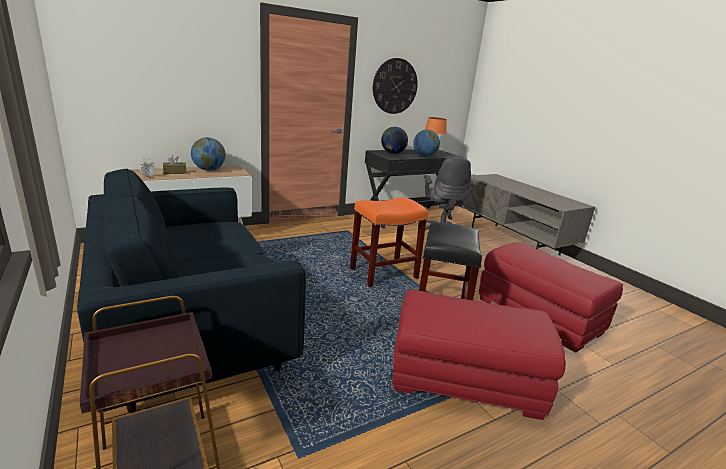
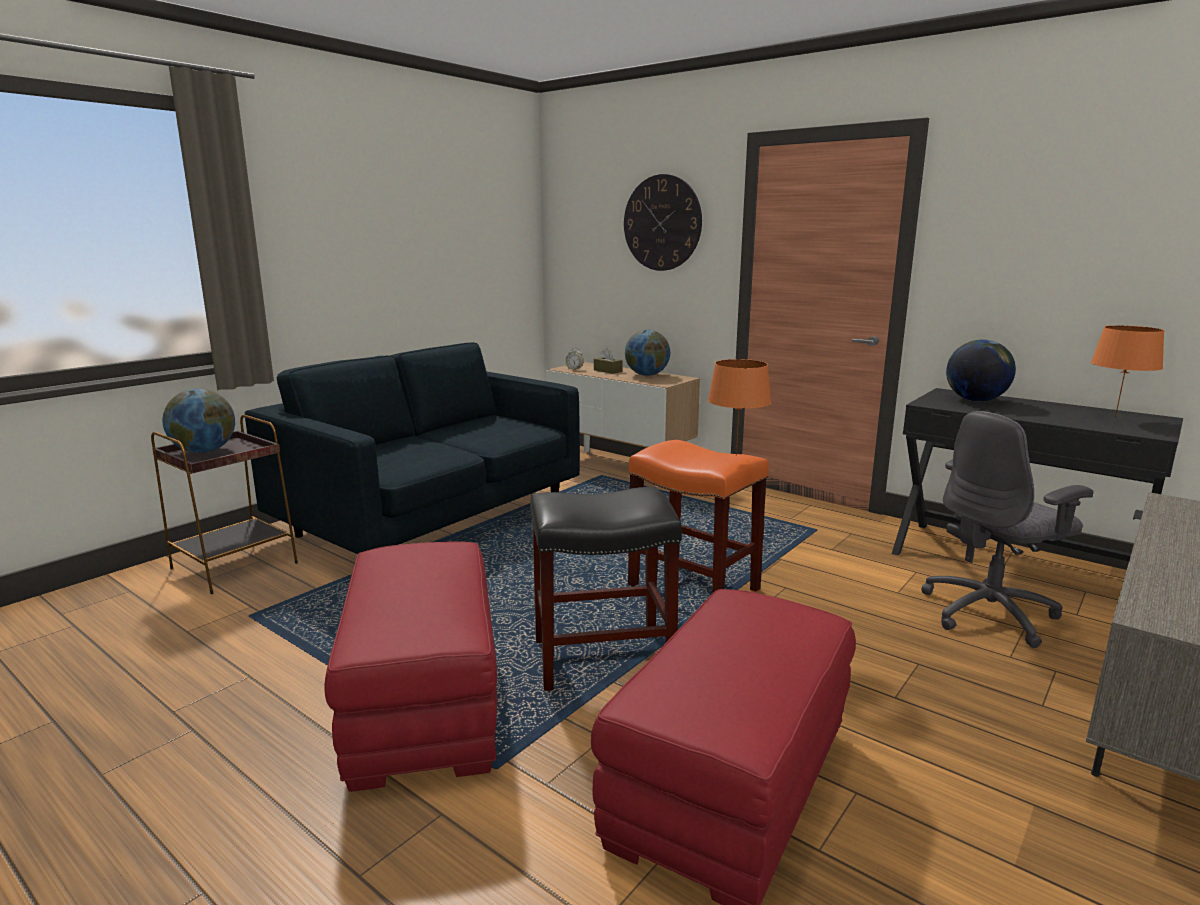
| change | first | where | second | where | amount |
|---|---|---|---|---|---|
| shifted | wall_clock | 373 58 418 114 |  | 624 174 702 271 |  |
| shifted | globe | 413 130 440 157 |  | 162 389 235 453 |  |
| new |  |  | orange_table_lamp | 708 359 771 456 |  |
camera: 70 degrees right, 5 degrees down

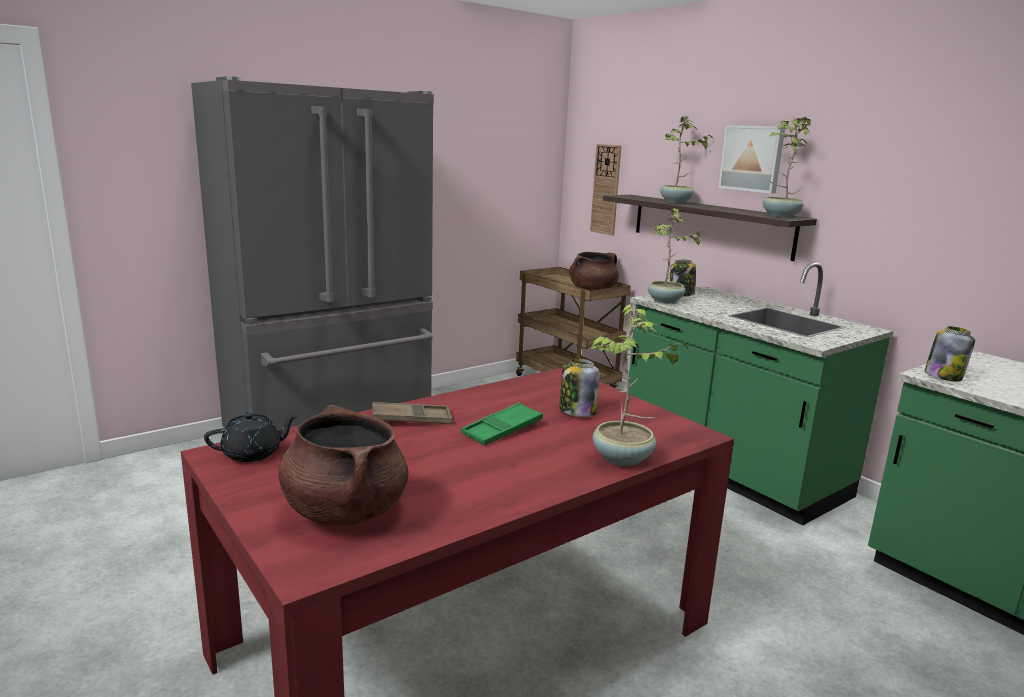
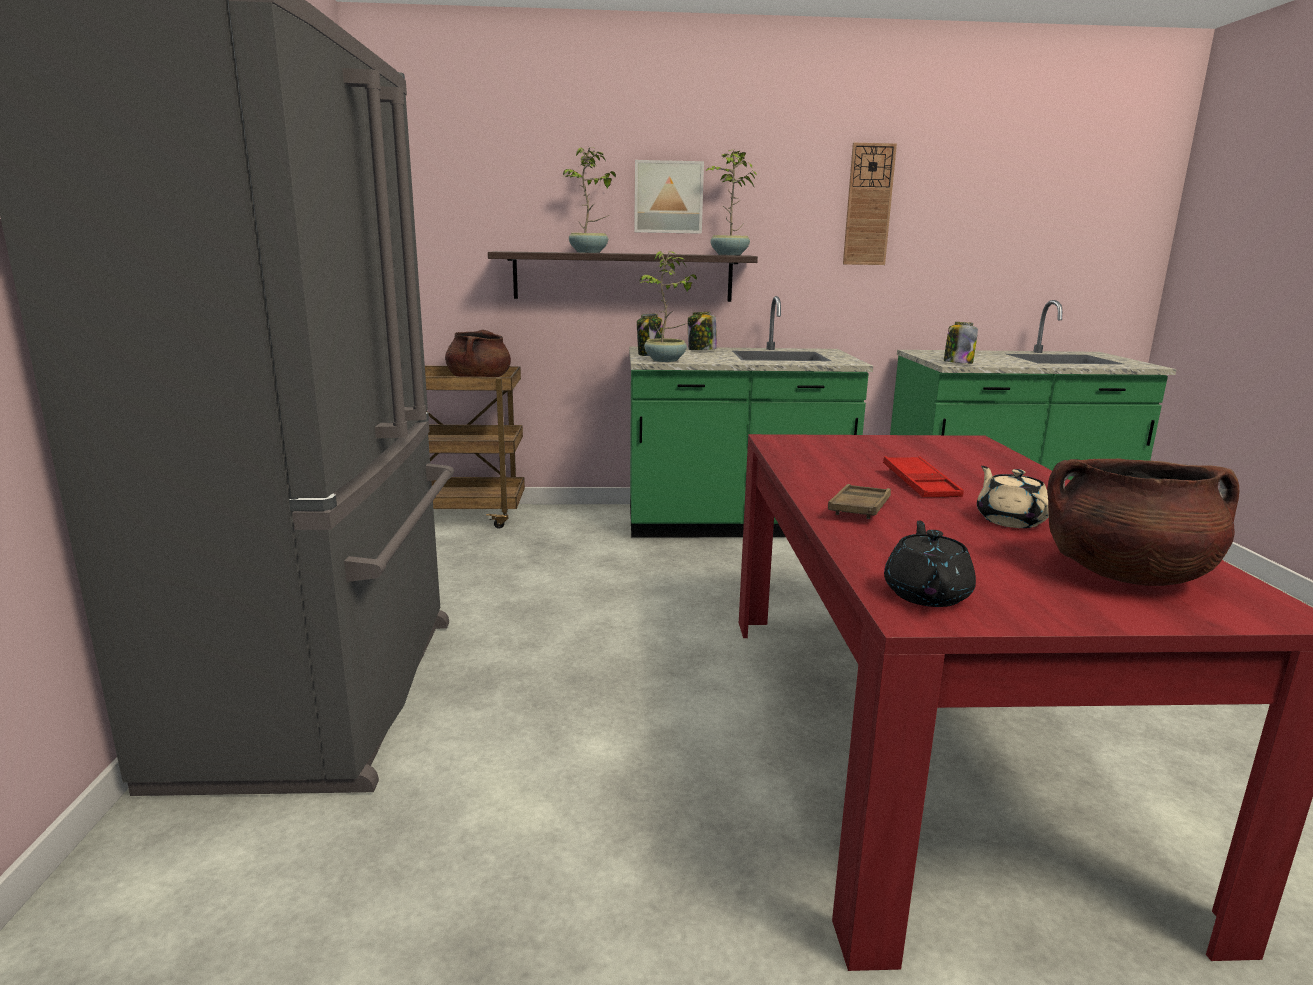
| change | first | where | second | where | amount |
|---|---|---|---|---|---|
| shifted | wall_clock | 590 144 621 236 |  | 843 143 897 265 |  |
| gone | potted_plant | 590 305 688 466 |  |  |  |
| shifted | jar | 559 359 599 417 |  | 688 312 717 350 |  |
| repainted | green_tray | 461 402 543 445 | red_tray | 883 456 964 497 |  |
| new |  |  | beige_teapot | 977 466 1049 528 |  |
camera: 55 degrees left, 0 degrees up

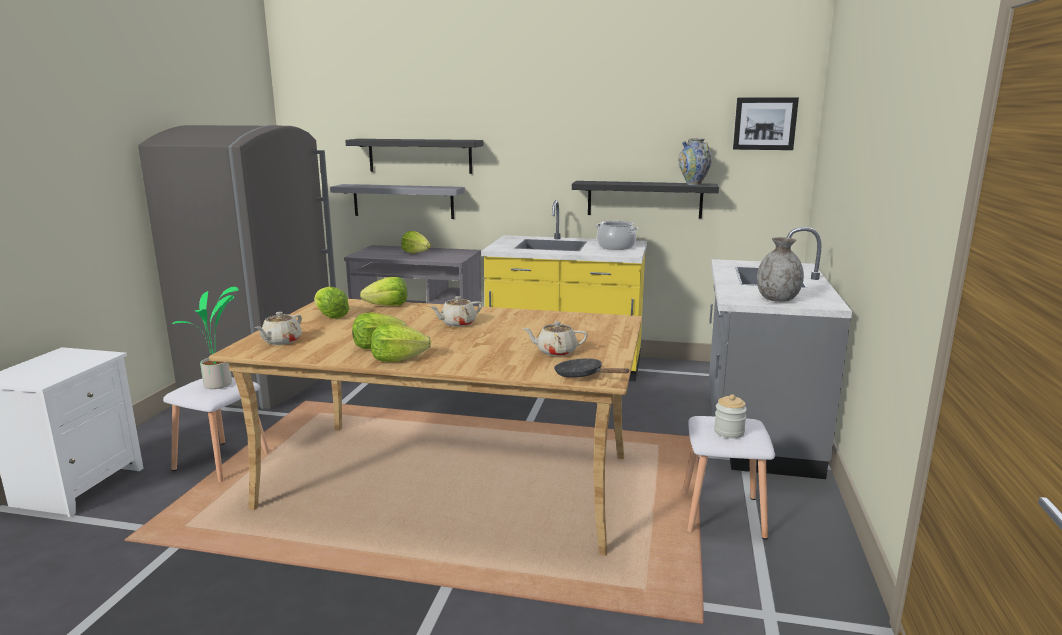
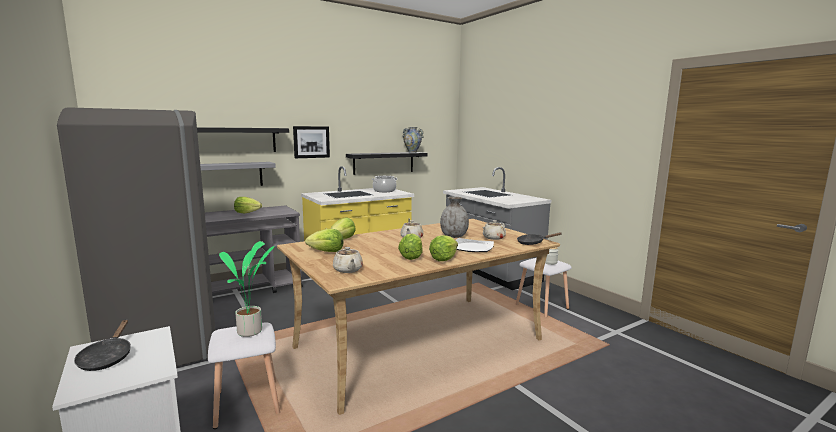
| change | first | where | second | where | amount |
|---|---|---|---|---|---|
| shifted | picture | 733 97 799 150 |  | 293 126 330 158 |  |
| shifted | grey_vase | 757 237 804 302 |  | 440 197 469 238 |  |
| new |  |  | plate | 456 238 494 252 |  |
| new |  |  | black_frying_pan | 74 319 131 371 |  |
camera: 45 degrees left, 5 degrees down

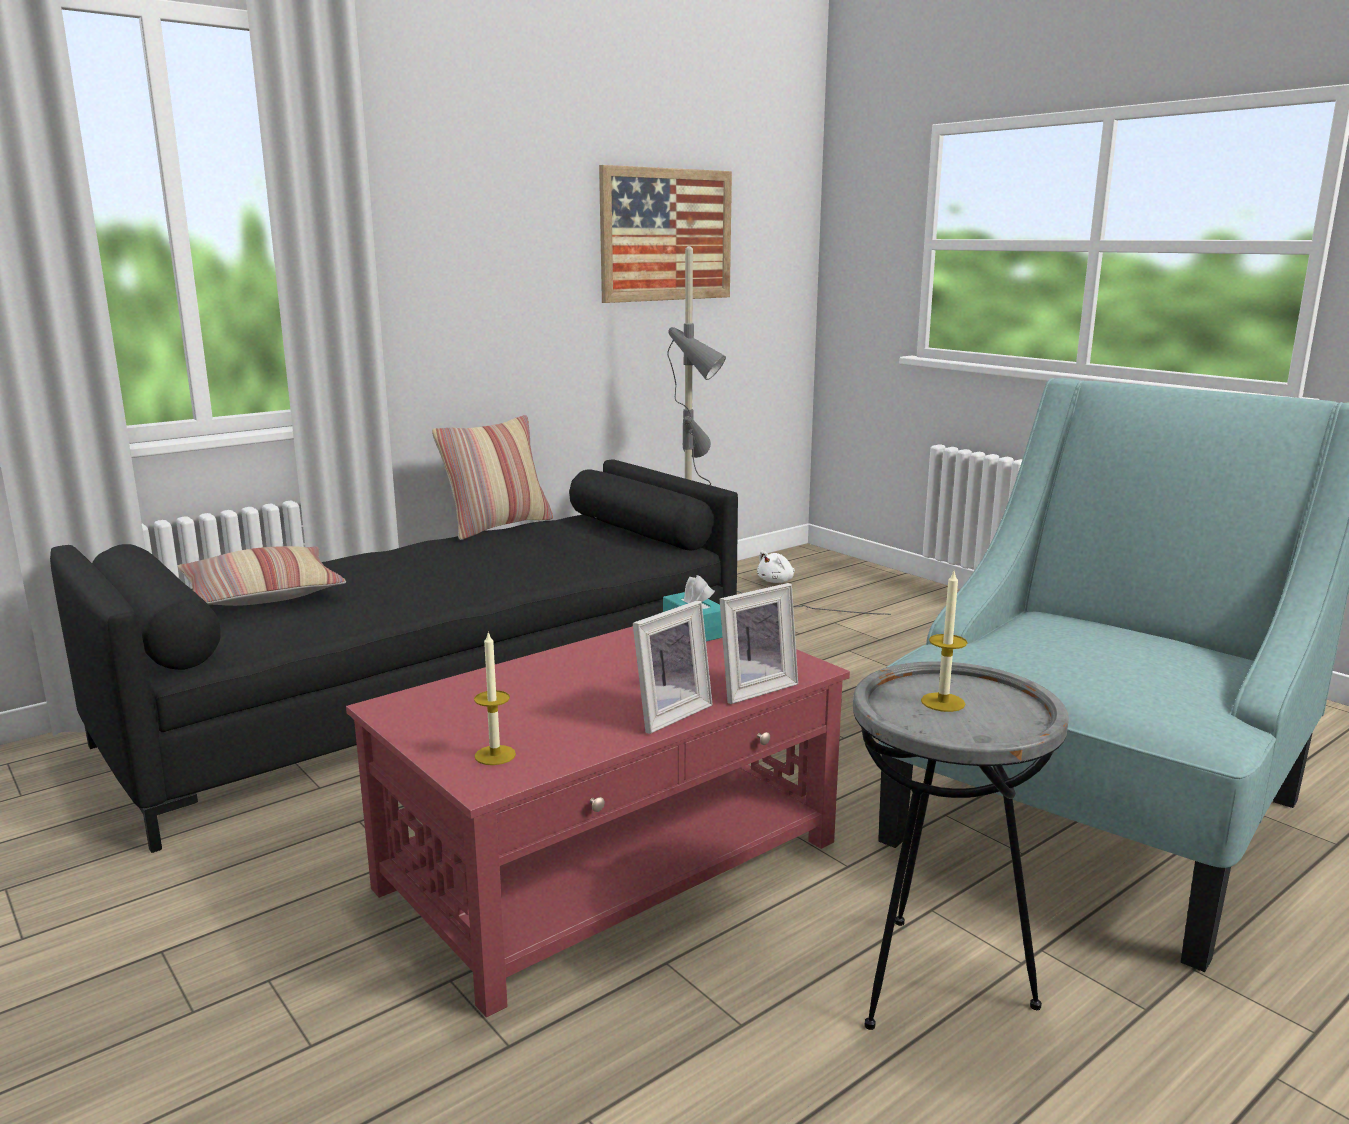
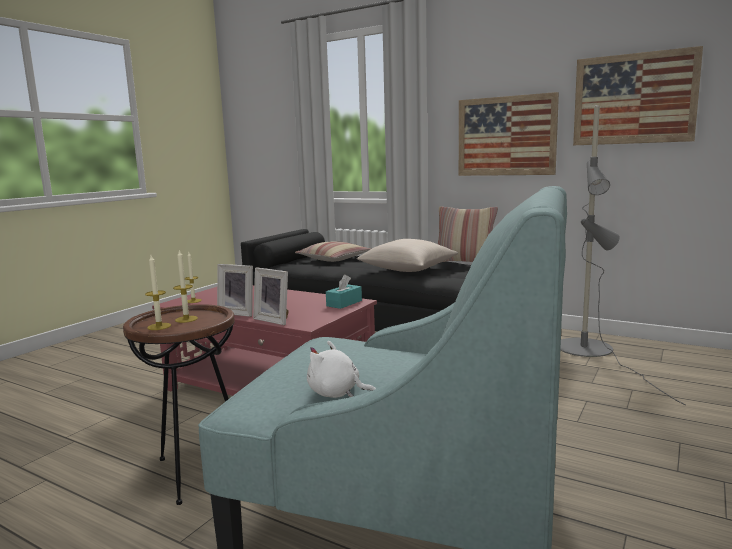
| change | first | where | second | where | amount |
|---|---|---|---|---|---|
| shifted | white_plush_toy | 757 551 795 583 |  | 307 341 376 398 |  |
| repainted | grey_side_table | 853 661 1069 1030 | brown_side_table | 123 304 235 505 |  |
| new |  |  | picture | 459 92 559 176 |  |
| new |  |  | beige_pillow | 356 239 458 272 |  |
| new |  |  | candle | 145 255 171 330 |  |
camera: 70 degrees right, 5 degrees down

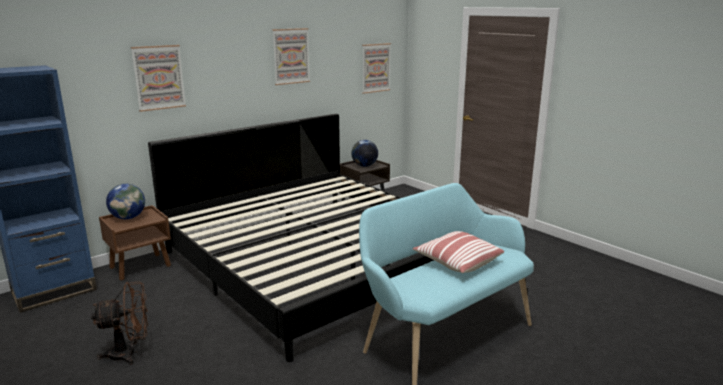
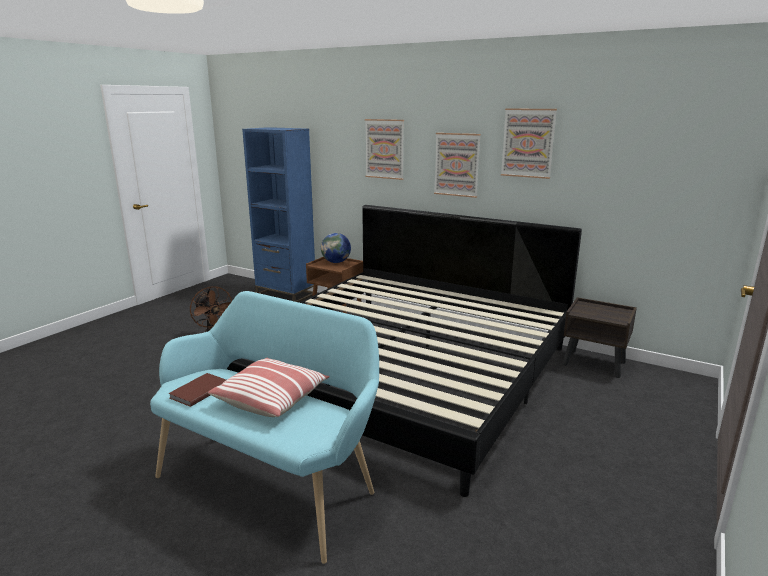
| change | first | where | second | where | amount |
|---|---|---|---|---|---|
| shifted | picture | 362 43 391 94 |  | 434 133 481 198 |  |
| gone | globe | 351 140 378 167 |  |  |  |
| new |  |  | brown_book | 168 373 226 407 |  |
camera: 70 degrees right, 0 degrees up

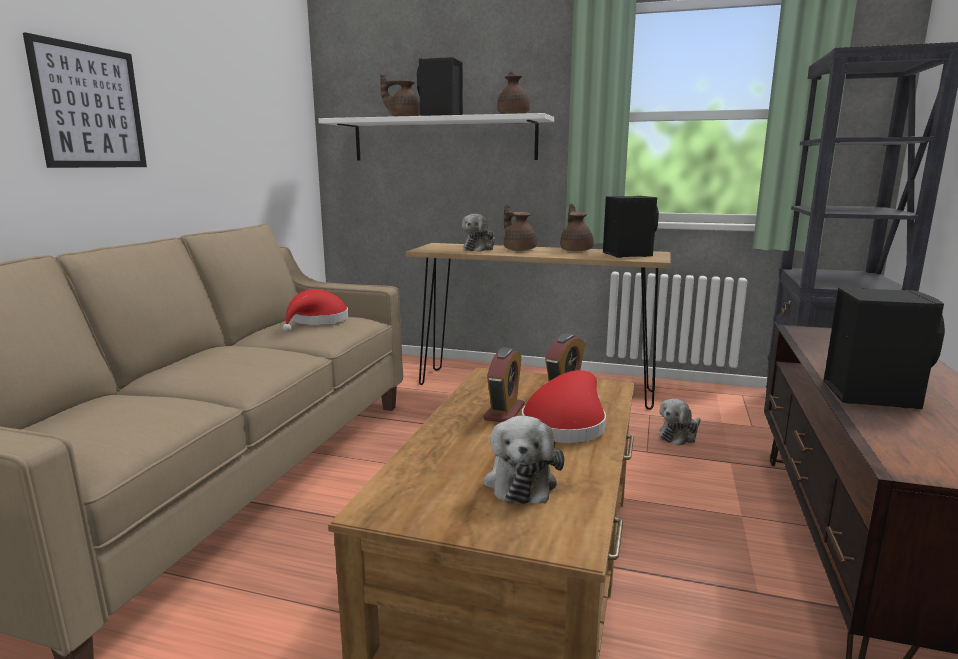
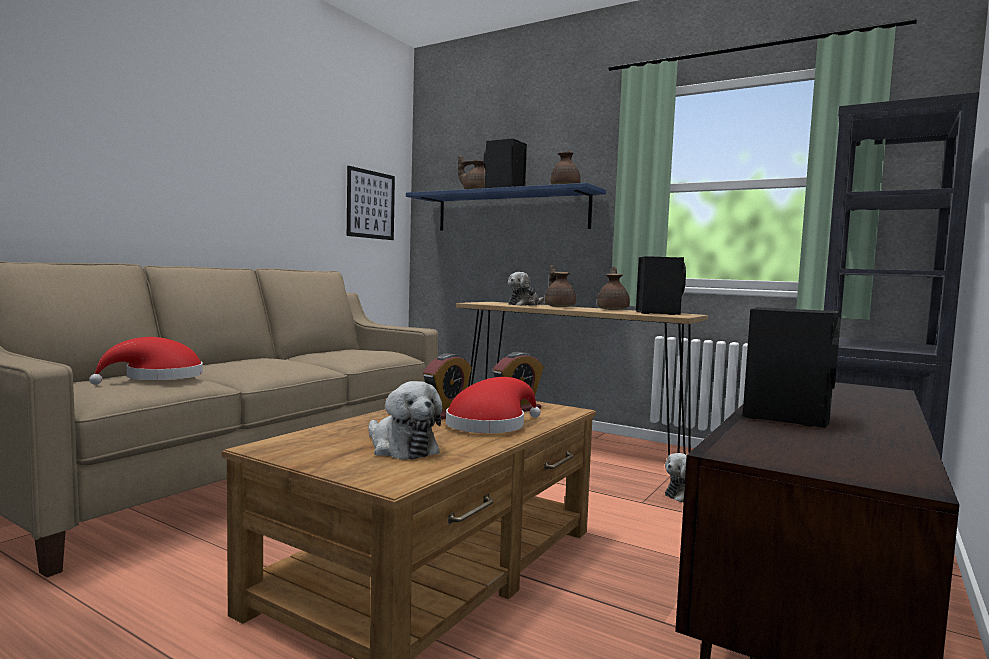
| change | first | where | second | where | amount |
|---|---|---|---|---|---|
| shifted | picture | 23 32 147 168 |  | 347 166 395 240 |  |
| repainted | white_shelf | 318 113 554 160 | blue_shelf | 406 183 606 231 |  |
| shifted | red_hat | 282 289 348 332 |  | 89 337 203 385 |  |
| rotated | plush_toy | 483 416 564 504 |  | 368 381 443 460 | 60 degrees counterclockwise |
camera: 15 degrees right, 10 degrees down

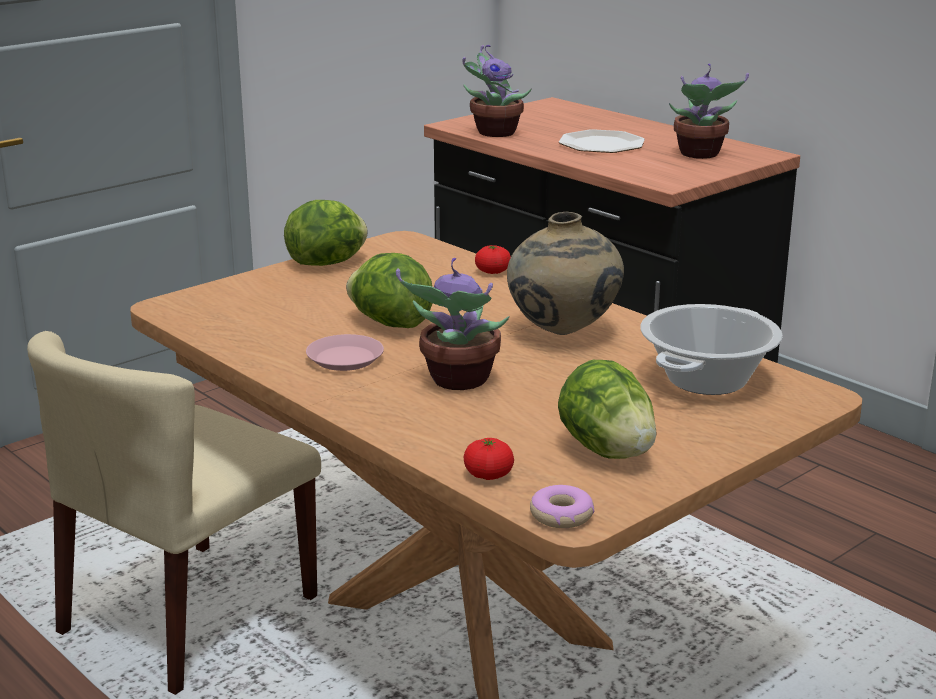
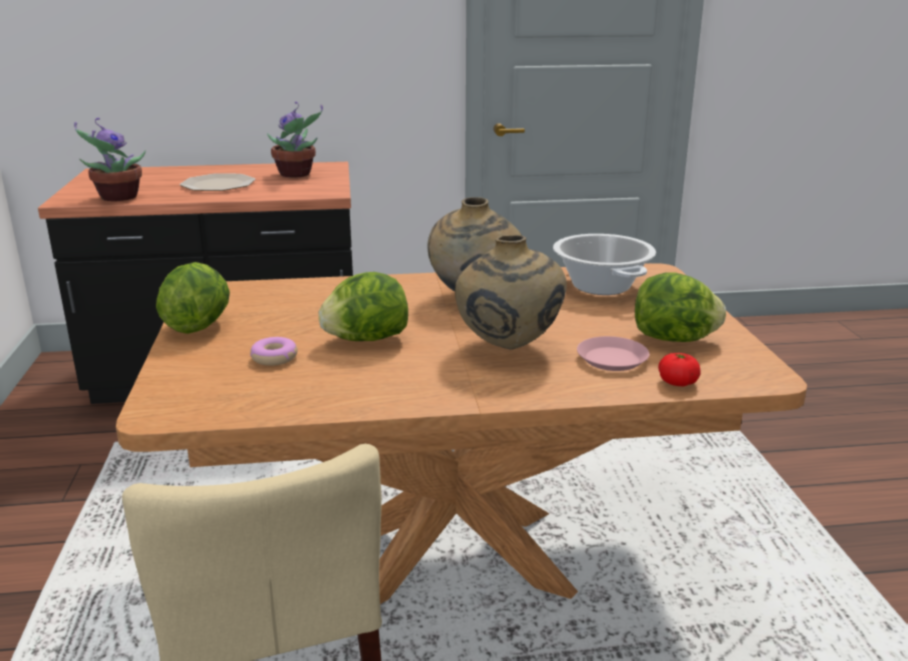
| change | first | where | second | where | amount |
|---|---|---|---|---|---|
| gone | tomato | 475 245 511 274 |  |  |  |
| swapped | potted_plant | 396 258 509 390 | beige_vase | 455 235 567 350 |  |
| shifted | pink_plate | 306 334 384 371 |  | 577 336 649 371 |  |
| shifted | donut | 530 485 594 528 |  | 250 337 298 366 |  |
camera: 55 degrees left, 0 degrees up

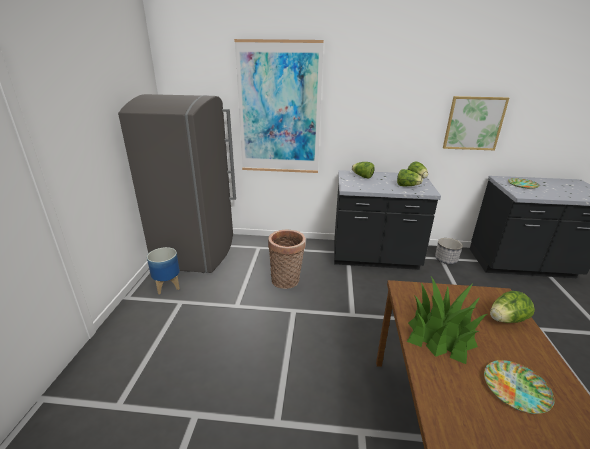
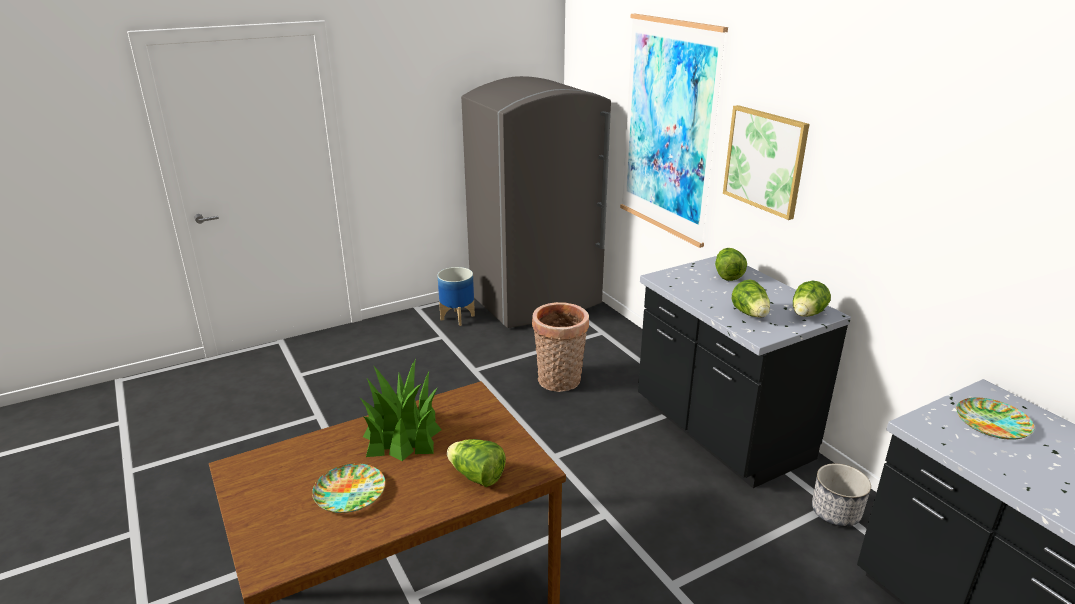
| change | first | where | second | where | amount |
|---|---|---|---|---|---|
| shifted | picture | 443 96 509 150 |  | 723 105 809 220 |  |
camera: 55 degrees right, 0 degrees up

